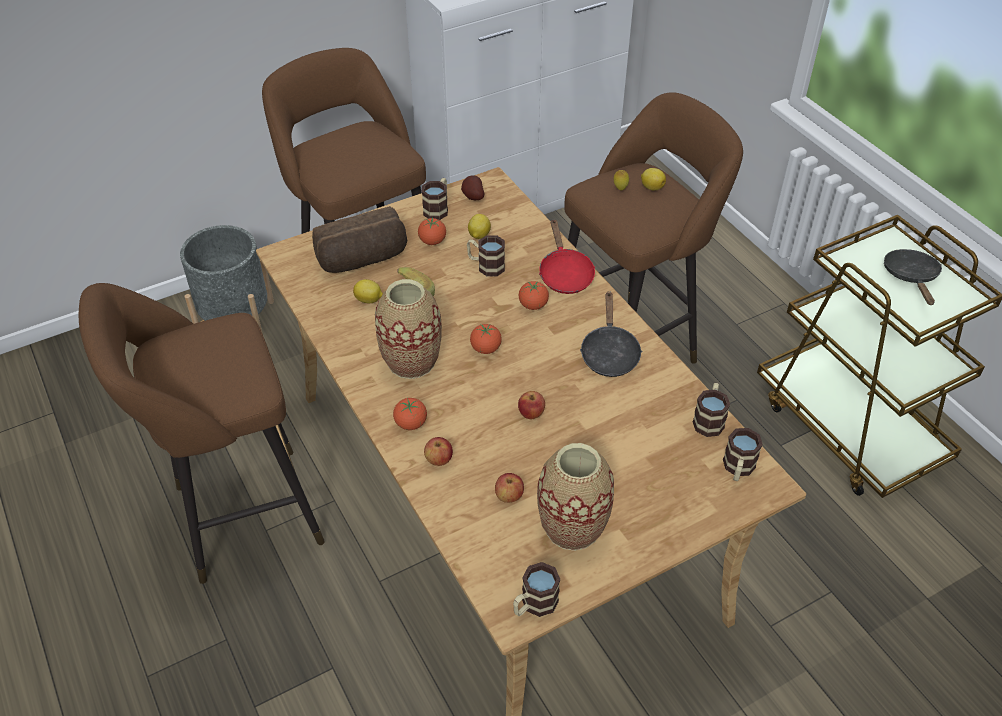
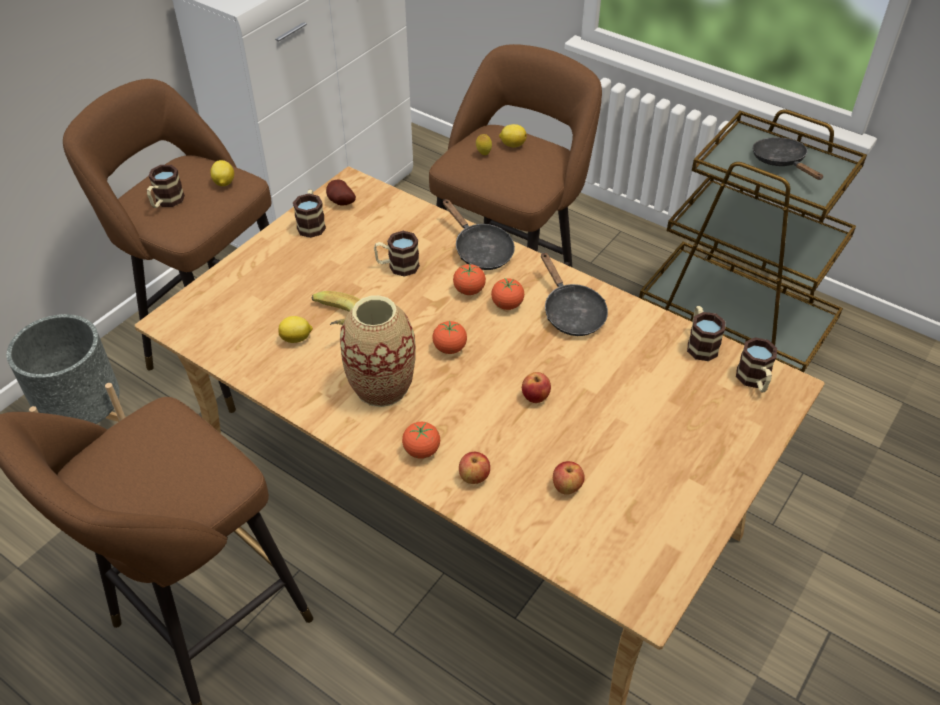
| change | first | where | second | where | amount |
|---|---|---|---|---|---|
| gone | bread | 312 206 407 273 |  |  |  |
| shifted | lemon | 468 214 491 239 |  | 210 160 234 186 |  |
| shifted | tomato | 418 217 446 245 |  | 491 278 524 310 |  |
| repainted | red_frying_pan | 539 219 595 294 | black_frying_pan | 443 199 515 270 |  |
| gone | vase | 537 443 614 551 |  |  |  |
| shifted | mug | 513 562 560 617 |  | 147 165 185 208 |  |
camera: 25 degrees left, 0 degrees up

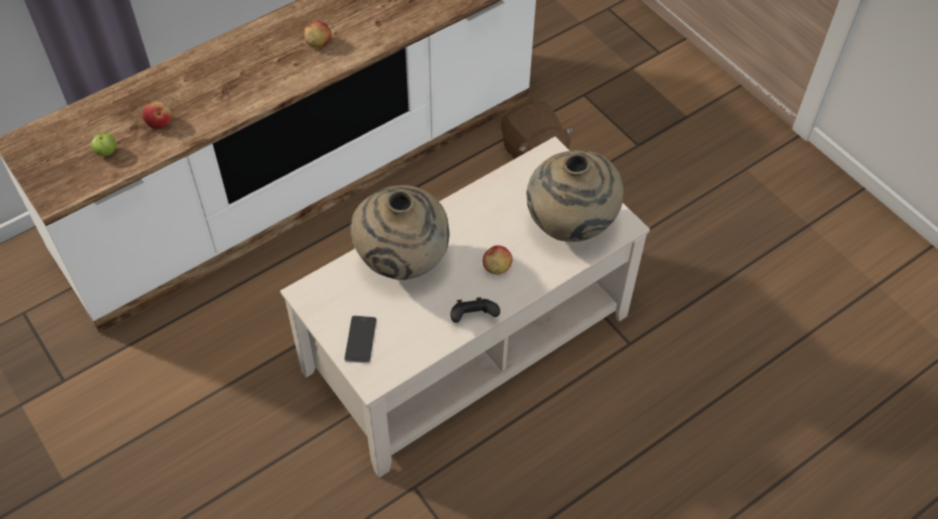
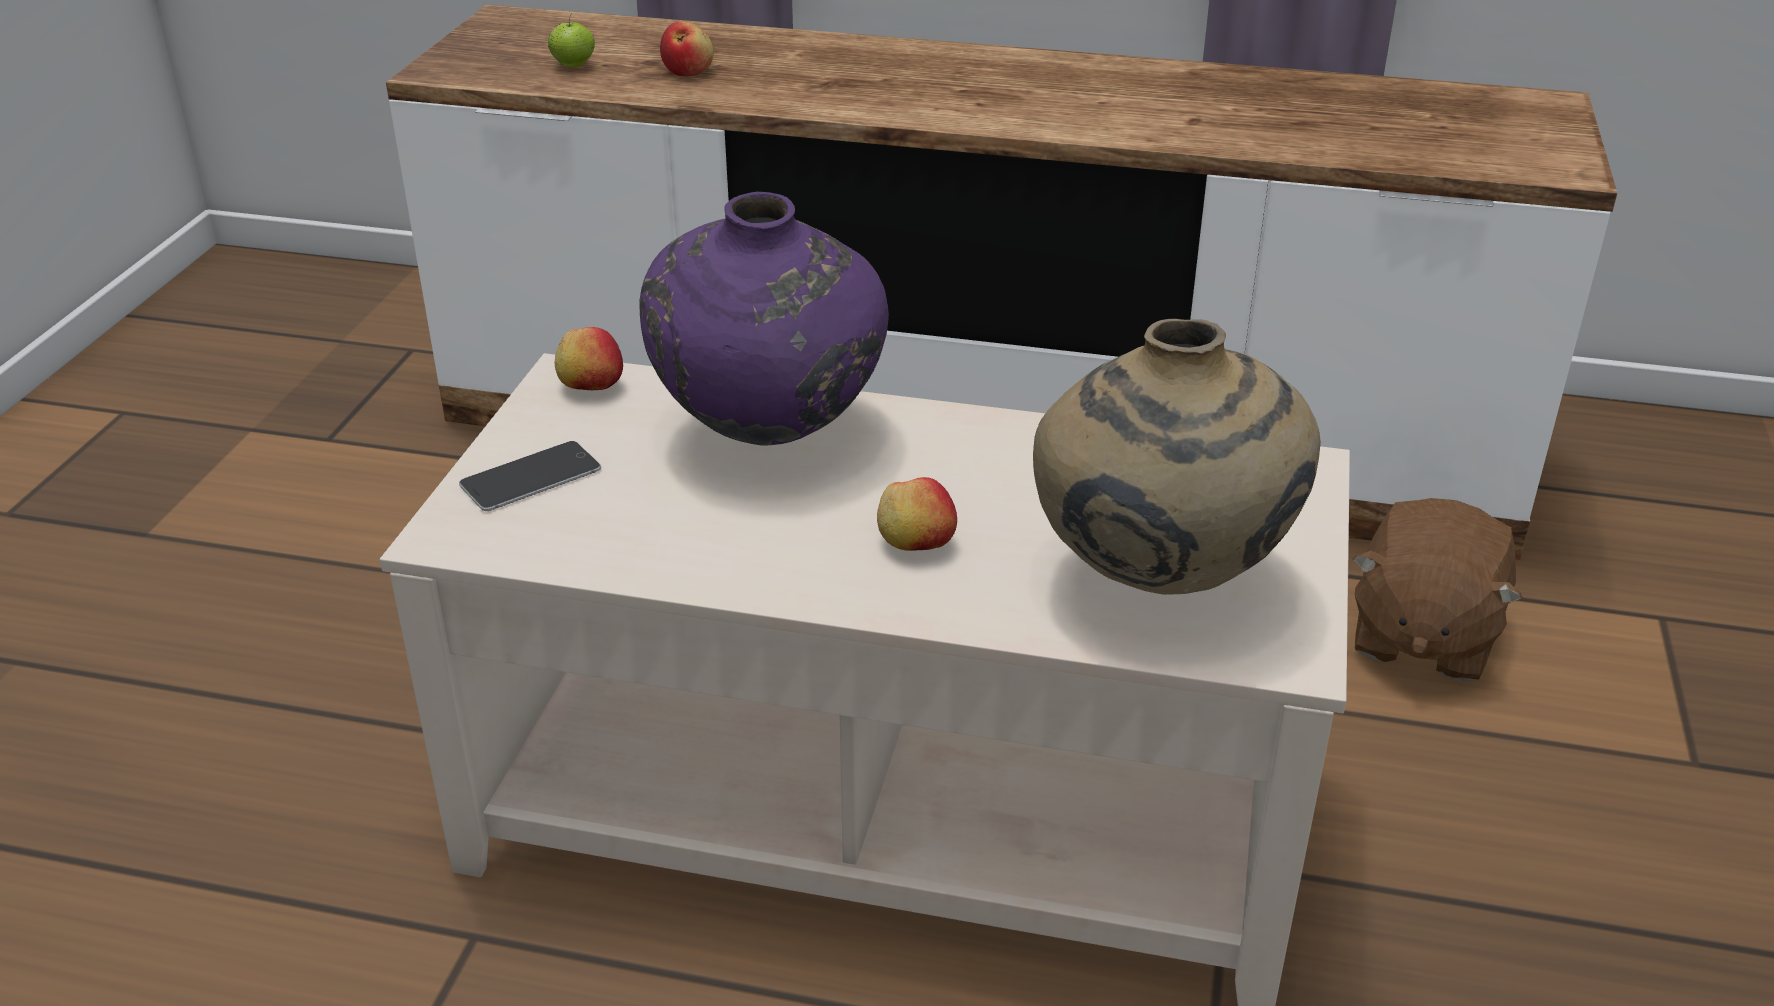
| change | first | where | second | where | amount |
|---|---|---|---|---|---|
| shifted | apple | 304 21 332 47 |  | 555 327 623 390 |  |
| repainted | beige_vase | 350 185 449 280 | purple_vase | 640 192 889 445 |  |
| gone | black_game_controller | 450 297 500 323 |  |  |  |
camera: 50 degrees right, 20 degrees down

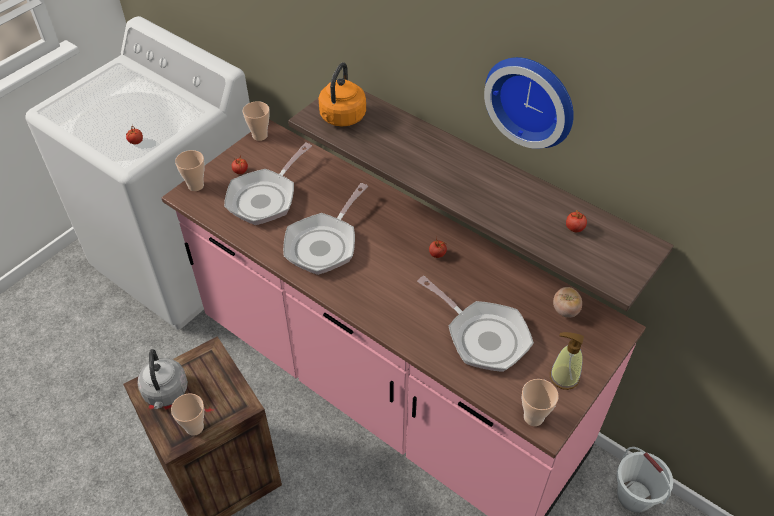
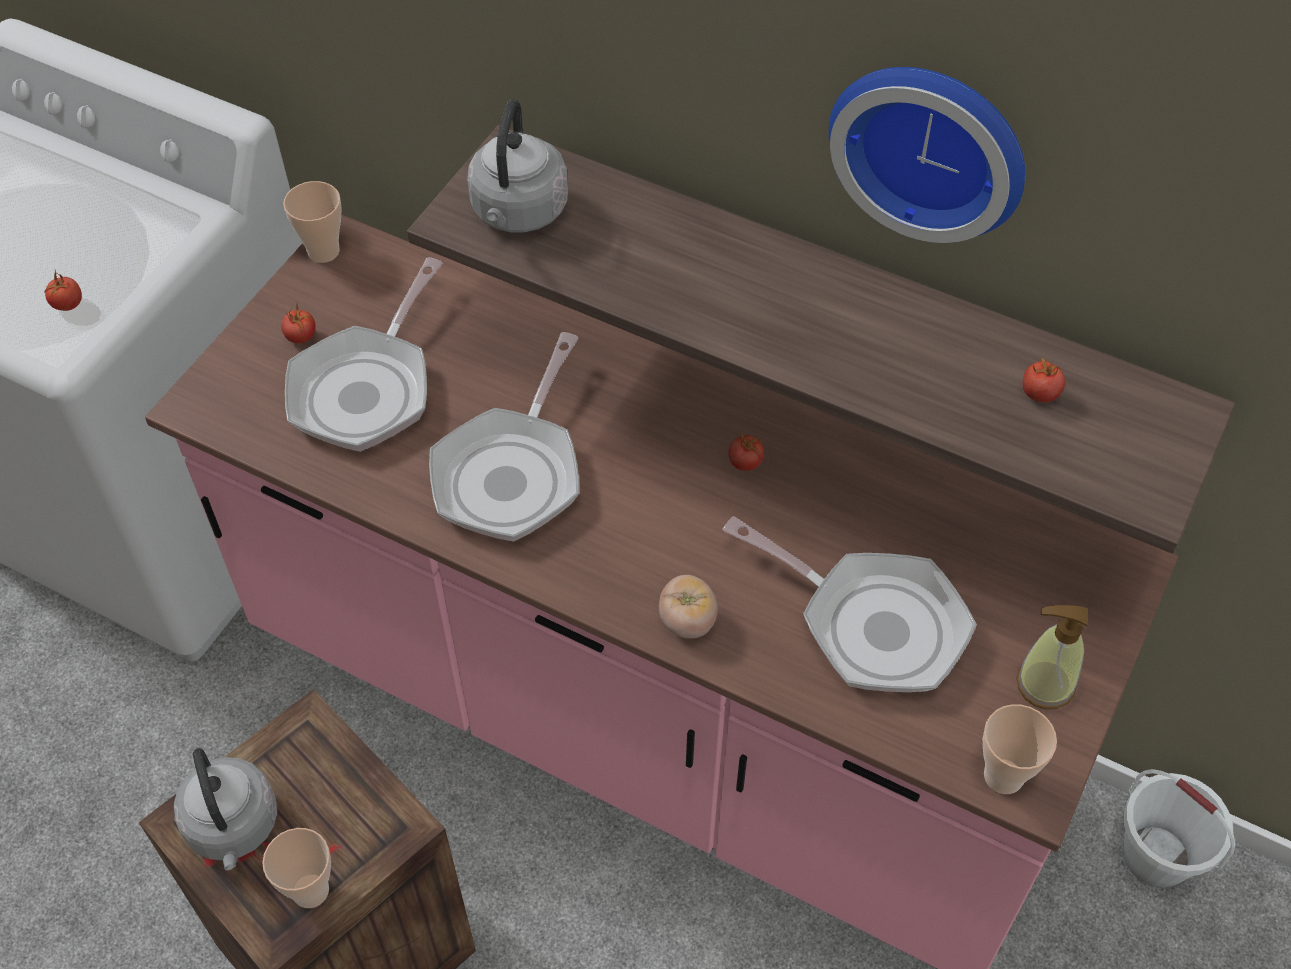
| change | first | where | second | where | amount |
|---|---|---|---|---|---|
| repainted | orange_kettle | 318 62 366 126 | grey_kettle | 467 99 568 232 |  |
| gone | cup | 175 150 204 191 |  |  |  |
| shifted | tomato | 553 287 582 318 |  | 659 575 718 639 |  |
camera: 10 degrees left, 5 degrees up

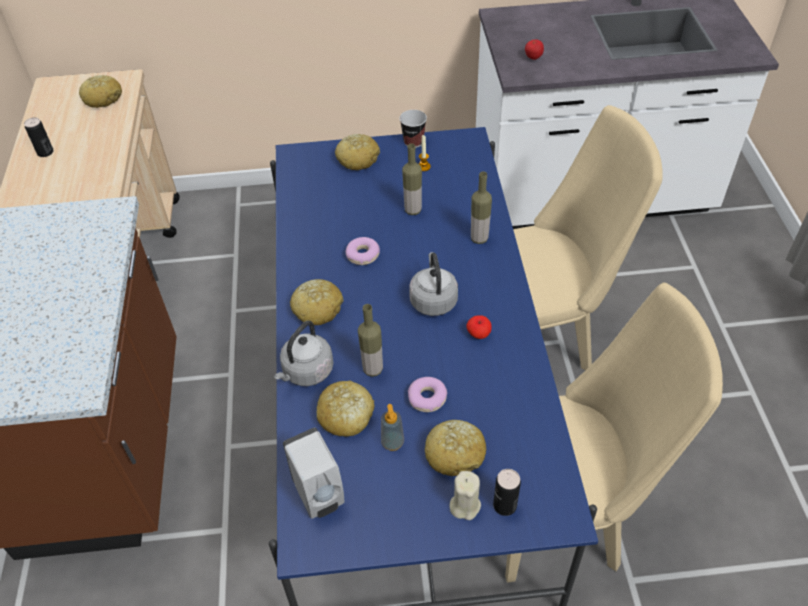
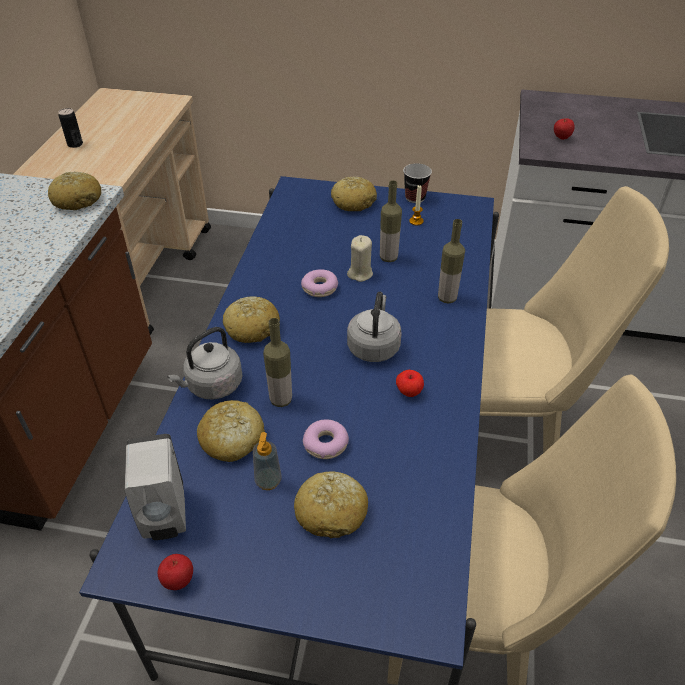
| change | first | where | second | where | amount |
|---|---|---|---|---|---|
| shifted | bread | 79 75 122 108 |  | 48 172 101 210 |  |
| gone | can | 493 469 521 516 |  |  |  |
| shifted | beige_candle | 450 471 481 520 |  | 347 235 373 282 |  |
| new |  |  | apple | 158 554 193 590 |  |
camera: 15 degrees right, 5 degrees down

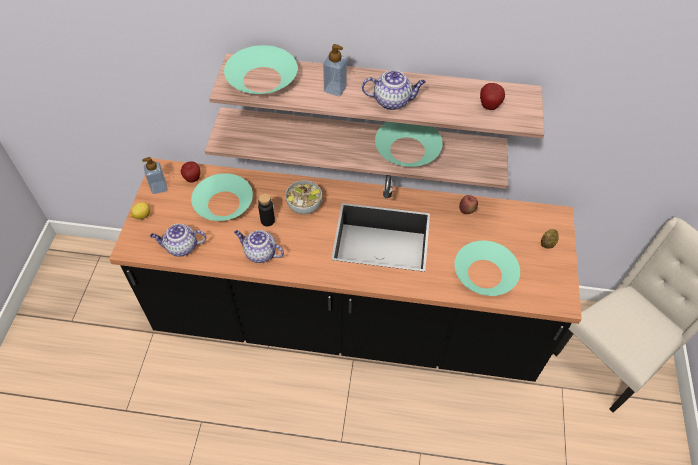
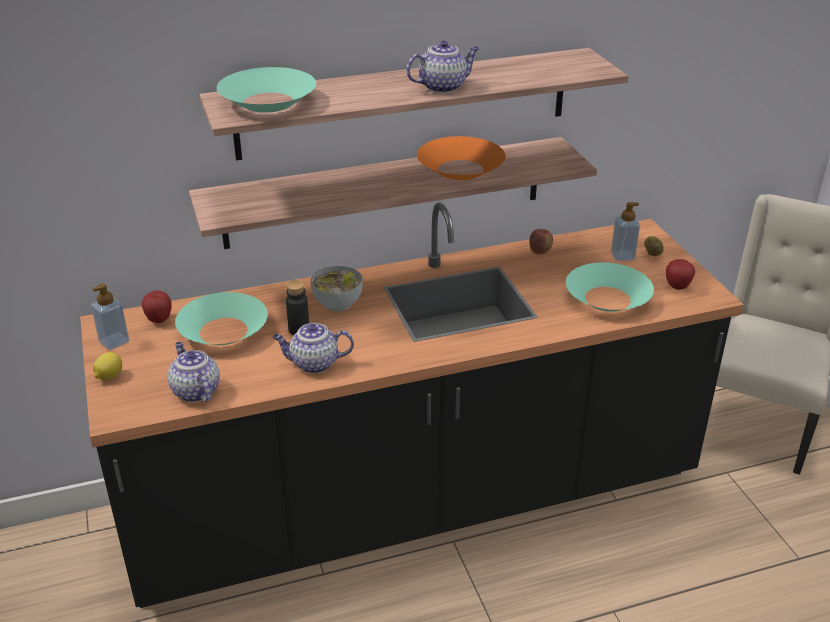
| change | first | where | second | where | amount |
|---|---|---|---|---|---|
| shifted | soap_dispenser | 323 44 347 96 |  | 611 202 640 261 |  |
| shifted | apple | 480 83 505 110 |  | 666 259 695 290 |  |
| repainted | turquoise_bowl | 375 122 443 167 | orange_bowl | 417 136 505 180 |  |
| rotated | teapot | 150 224 207 257 |  | 168 342 220 402 | 90 degrees clockwise |
camera: 25 degrees left, 20 degrees down

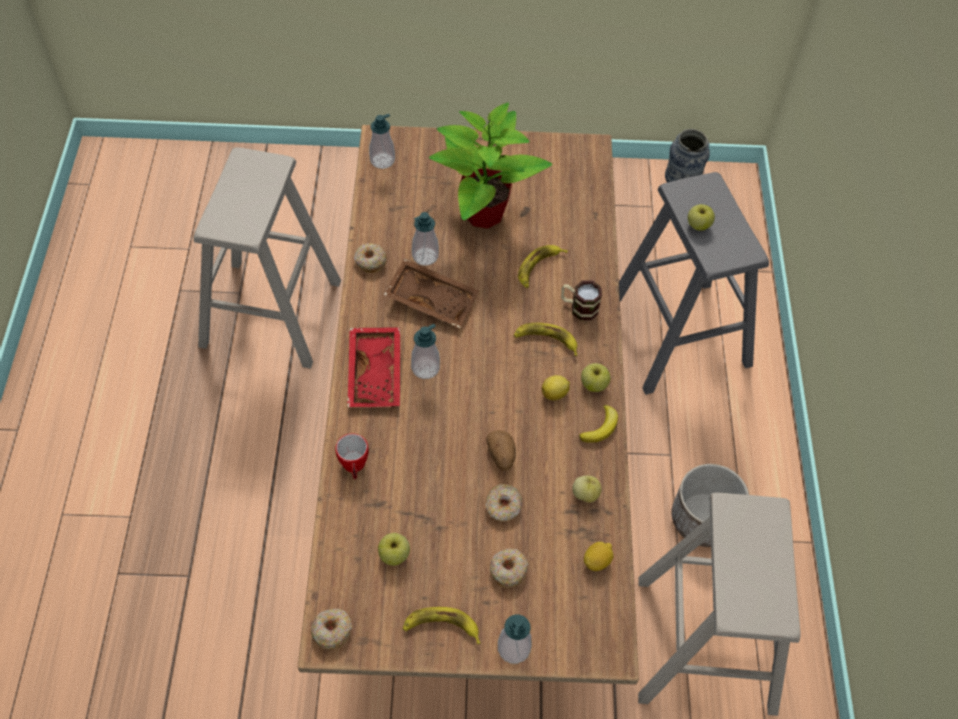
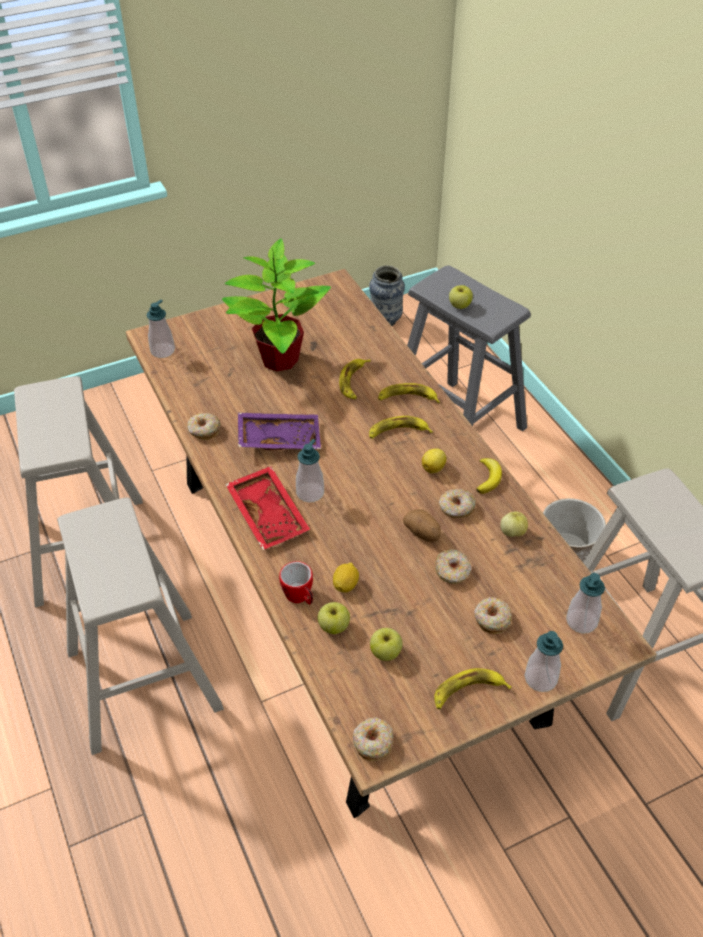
| change | first | where | second | where | amount |
|---|---|---|---|---|---|
| shifted | soap_dispenser | 412 212 439 266 |  | 566 573 605 633 |  |
| repainted | brown_tray | 384 258 479 328 | purple_tray | 238 412 321 451 |  |
| swapped | mug | 561 280 602 321 | banana | 378 383 440 403 |  |
| shifted | apple | 581 363 610 392 |  | 317 602 350 634 |  |
| shifted | lemon | 584 542 614 571 |  | 333 563 359 593 |  |
| new |  |  | donut | 439 489 476 518 |  |
| new |  |  | beige_stool | 57 498 224 755 |  |
camera: 25 degrees left, 10 degrees down

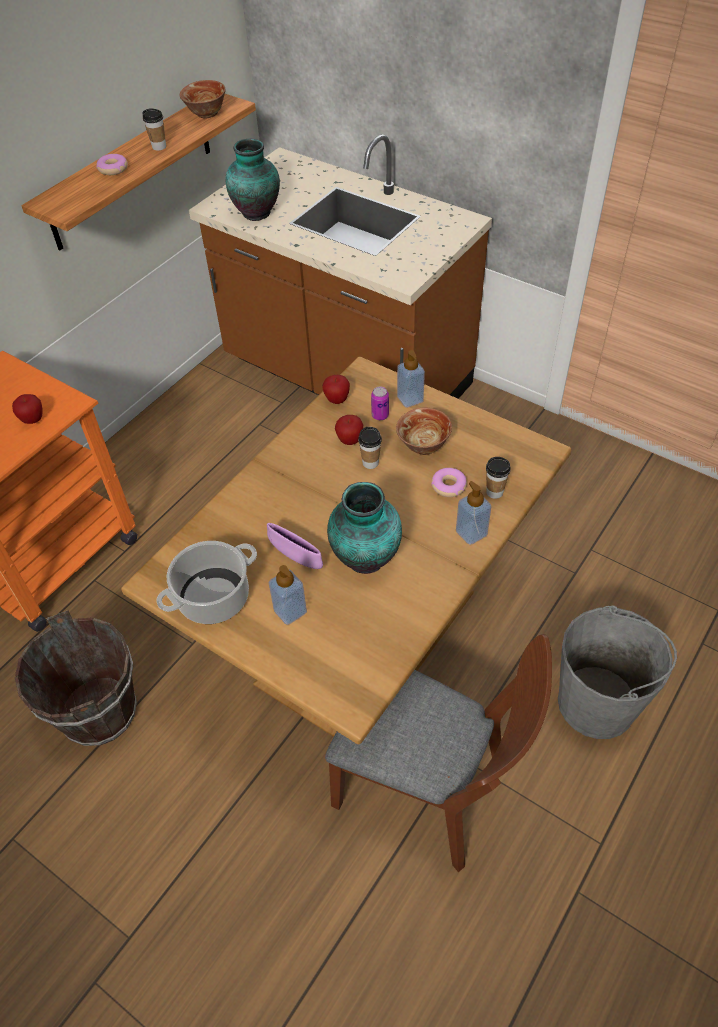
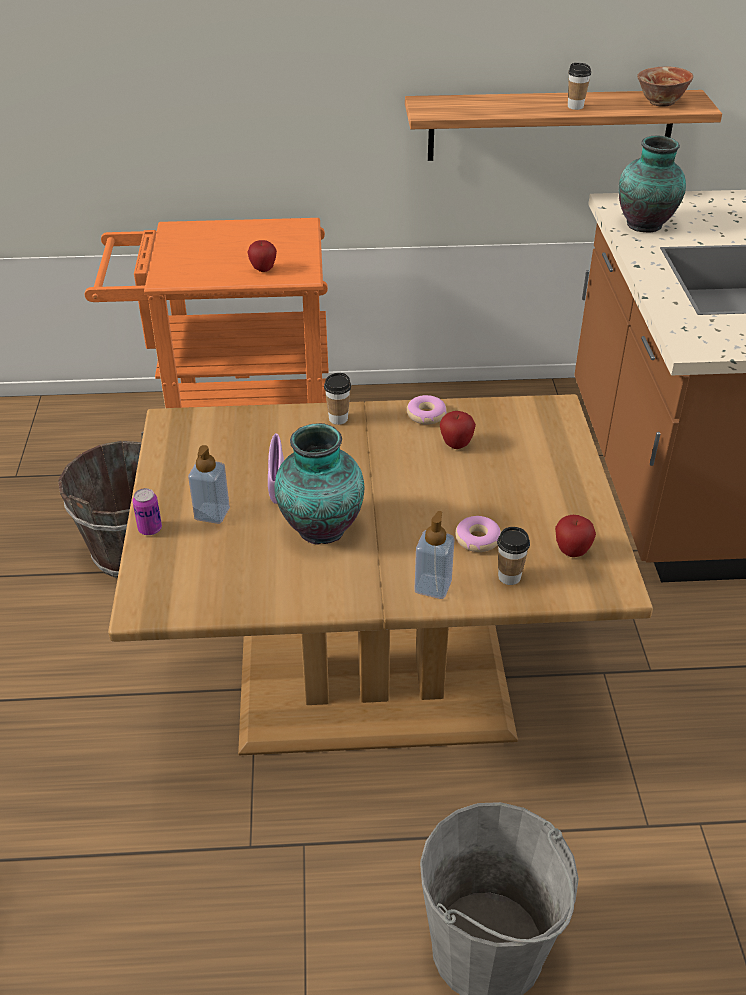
| change | first | where | second | where | amount |
|---|---|---|---|---|---|
| shifted | donut | 96 154 128 175 |  | 407 395 447 425 |  |
| gone | soap_dispenser | 397 350 425 408 |  |  |  |
| shifted | apple | 322 375 350 404 |  | 555 515 596 557 |  |
| shifted | can | 371 387 389 420 |  | 132 488 162 535 |  |
| gone | bowl | 396 408 452 455 |  |  |  |
| shifted | cup | 358 427 382 469 |  | 324 373 351 425 |  |
| gone | cooking_pot | 156 541 257 624 |  |  |  |
| gone | brown_chair | 325 634 552 872 |  |  |  |
camera: 50 degrees right, 10 degrees down

